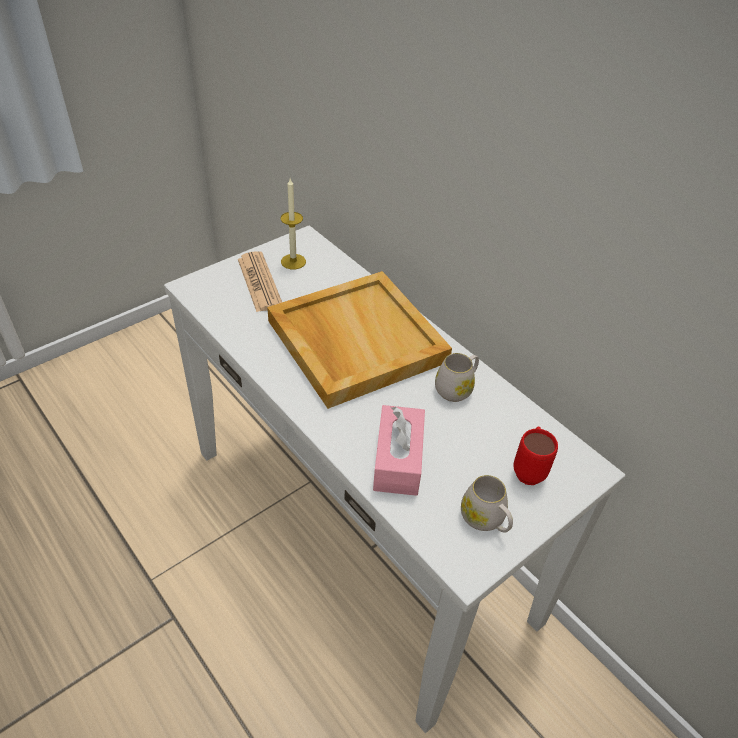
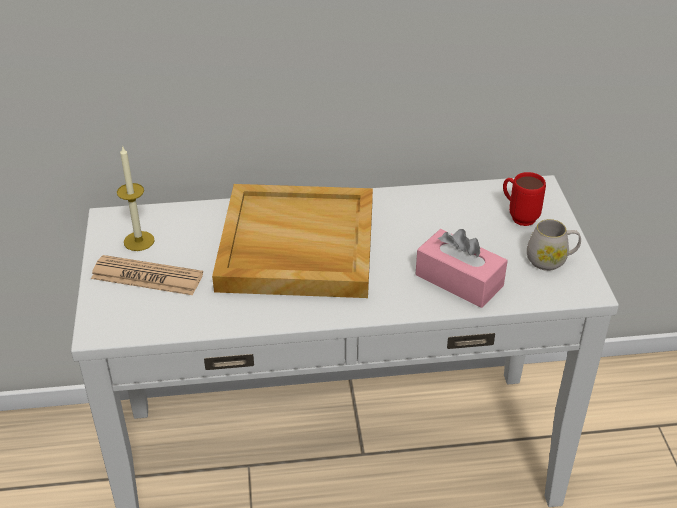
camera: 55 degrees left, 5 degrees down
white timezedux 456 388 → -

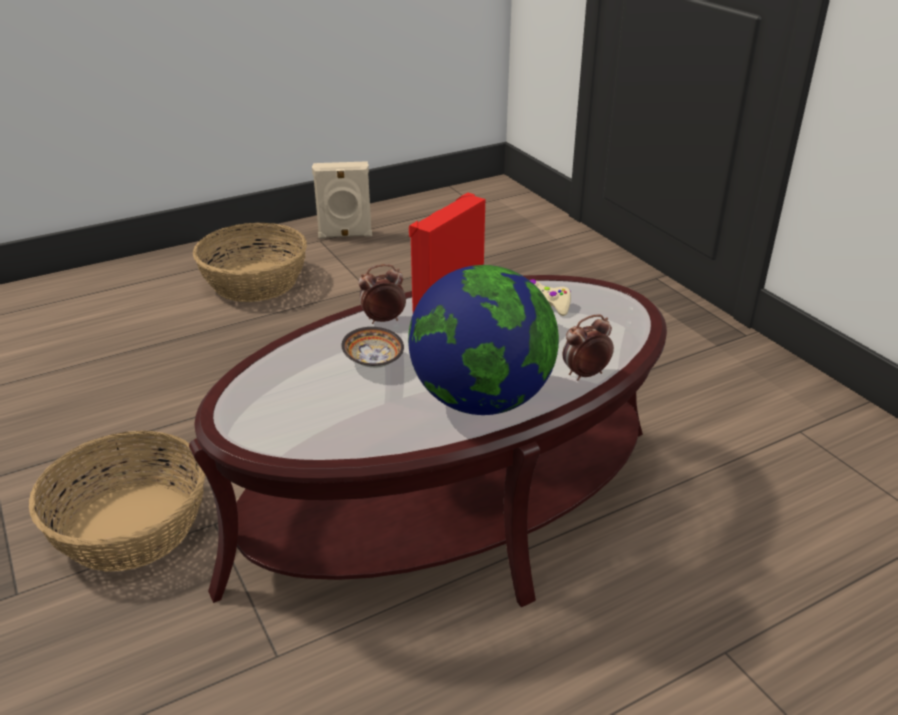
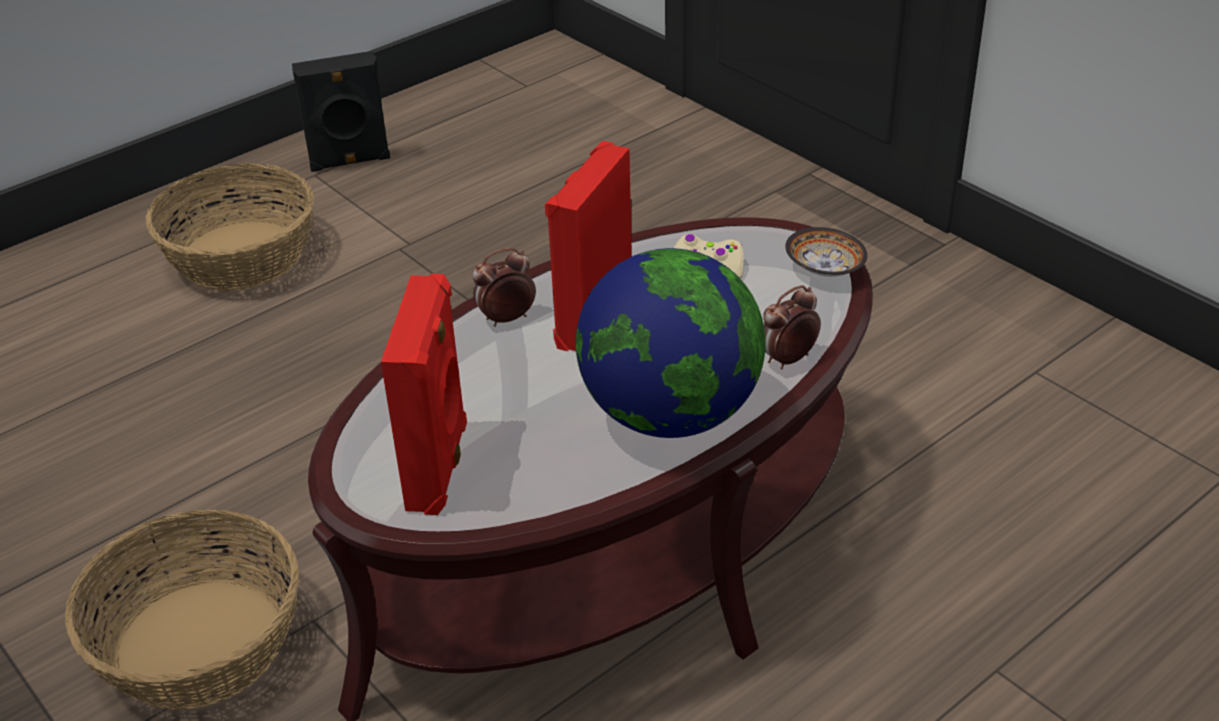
camera: 10 degrees left, 5 degrees up
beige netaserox 345 235 → black netaserox 350 162
- → red netaserox 440 466
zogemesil 373 362 → zogemesil 824 270, move

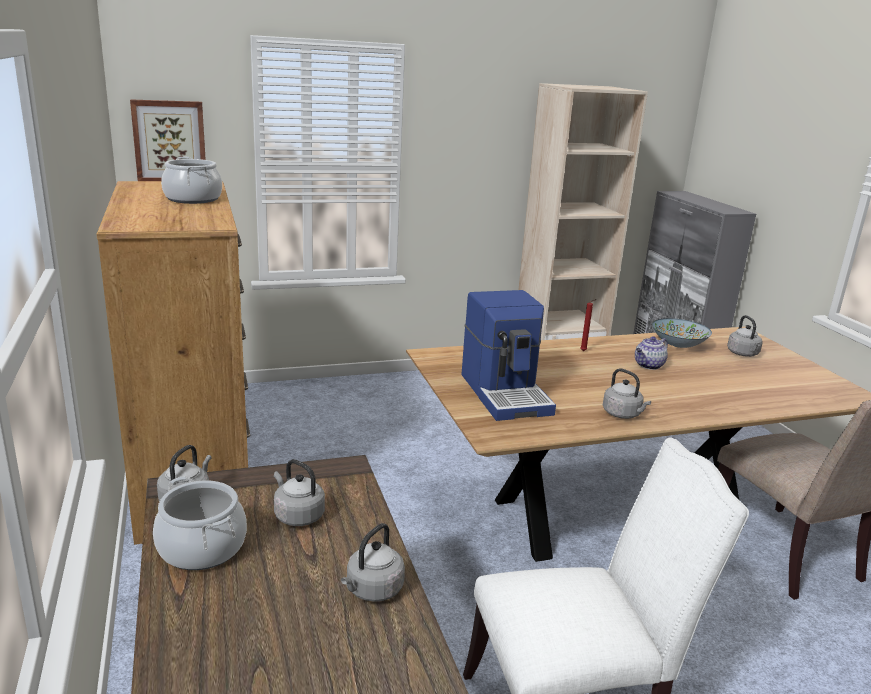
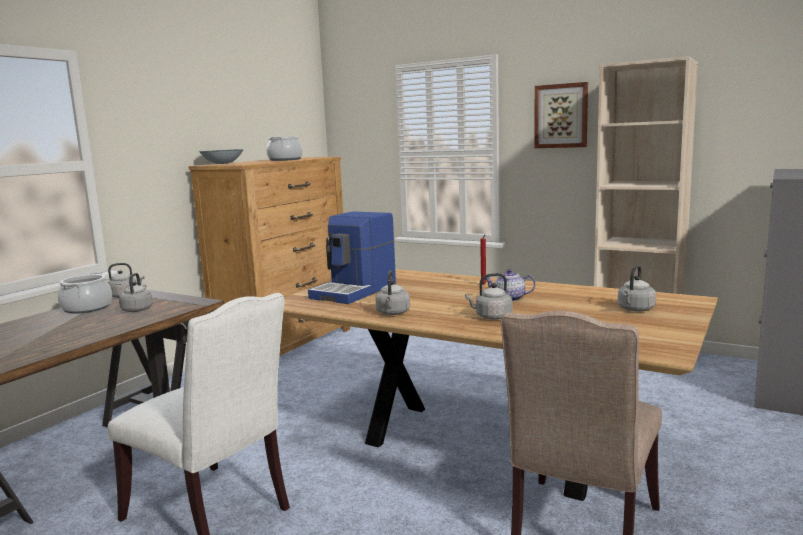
camera: 50 degrees right, 10 degrees down
zogemesil 678 345 → zogemesil 222 163, move
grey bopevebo 372 590 → grey bopevebo 491 317, move
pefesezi 169 141 → pefesezi 561 116, move

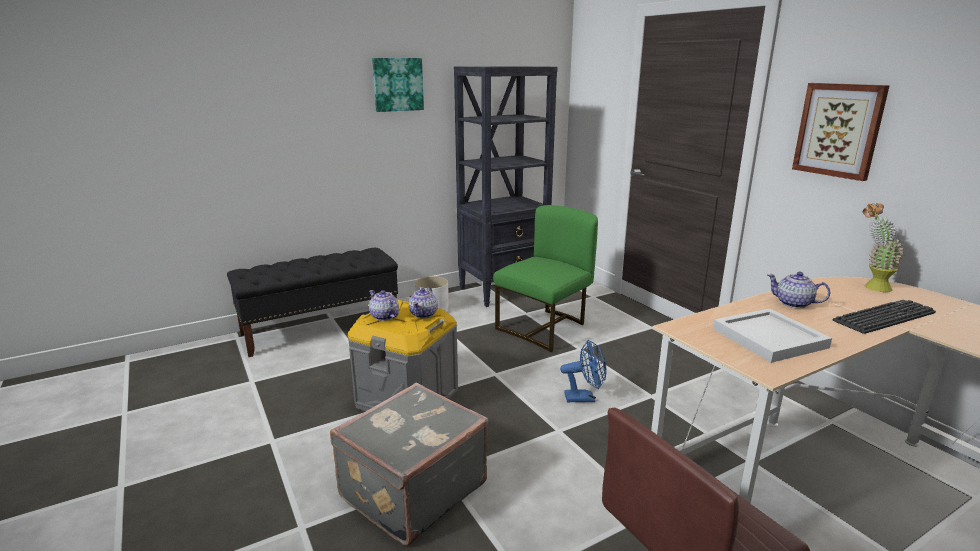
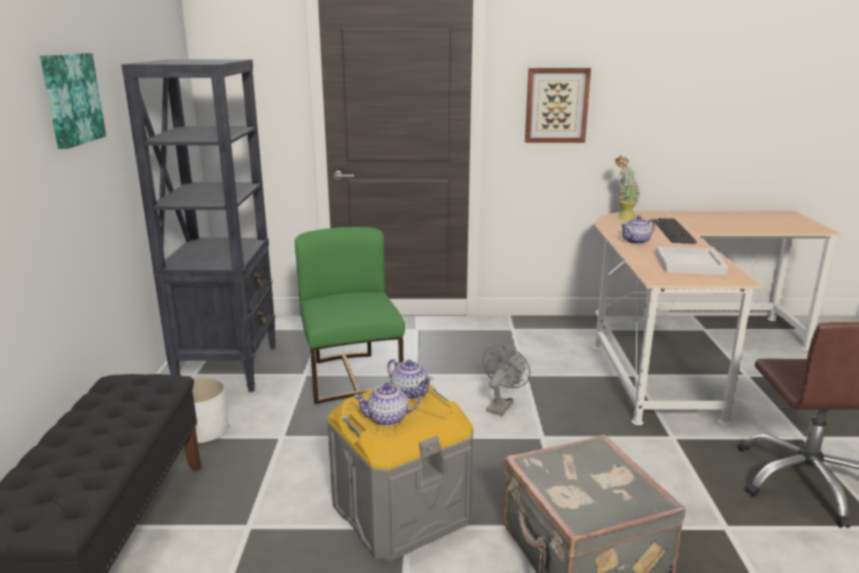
camera: 60 degrees left, 0 degrees up
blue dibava 584 397 → grey dibava 501 405

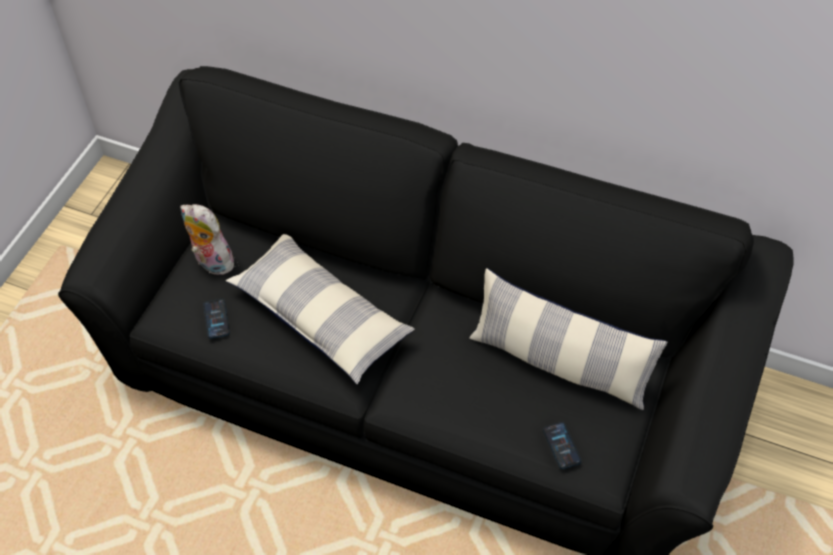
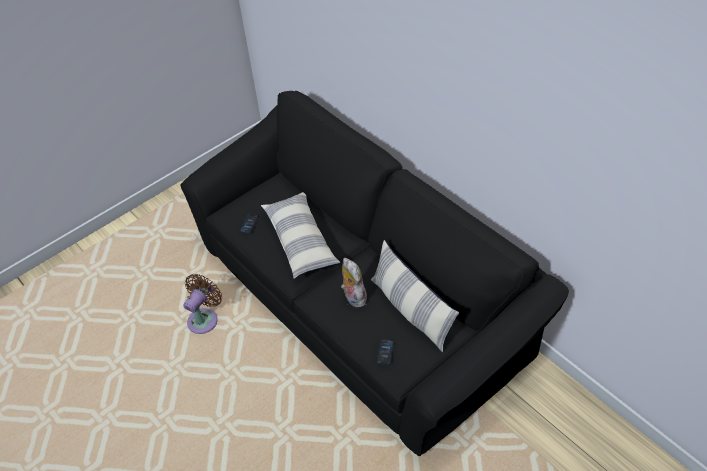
camera: 30 degrees right, 5 degrees down
- → brown dibava 205 318
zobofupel 211 262 → zobofupel 353 297, move

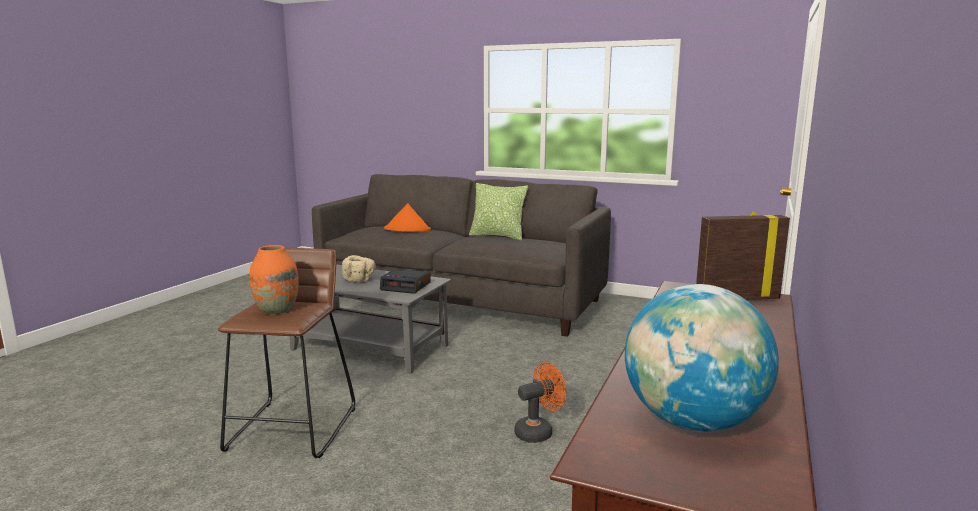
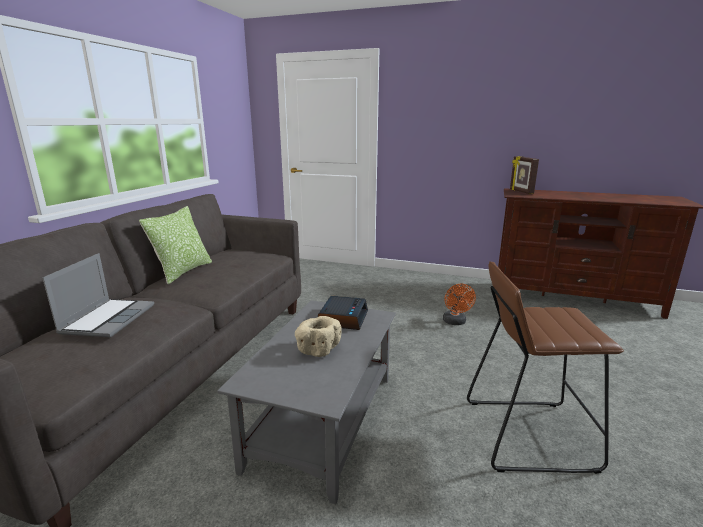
camera: 95 degrees left, 5 degrees up
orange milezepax 407 229 → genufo 108 319
orange dibava 538 432 → orange dibava 455 322, 150 degrees counterclockwise
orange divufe 276 310 → -
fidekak 692 422 → -

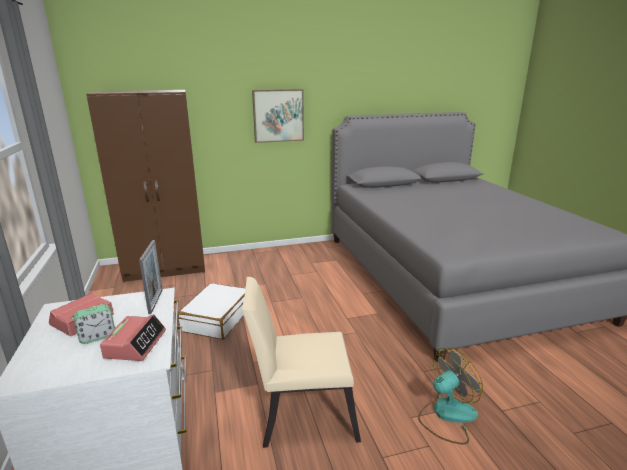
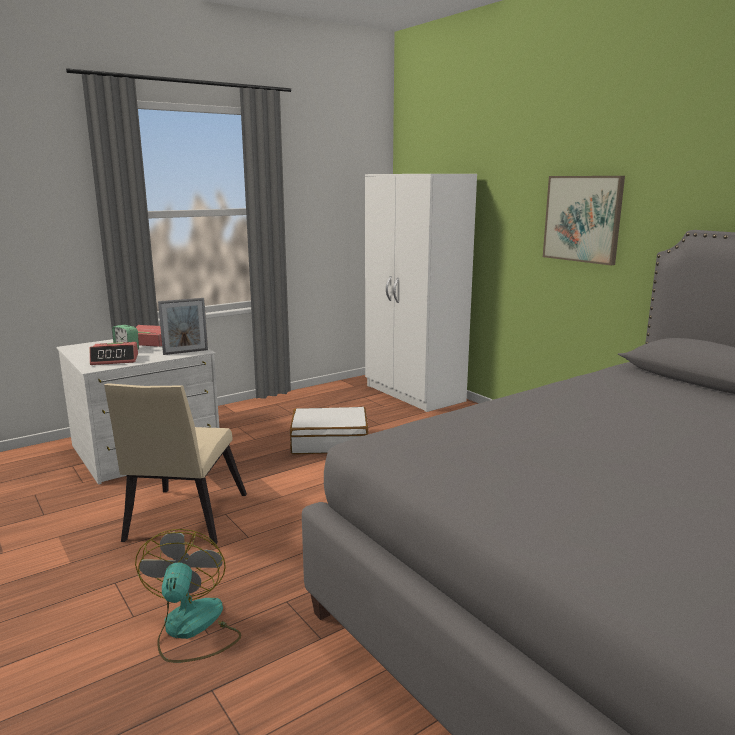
camera: 70 degrees right, 5 degrees down
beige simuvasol 301 411 → beige simuvasol 182 521, 150 degrees counterclockwise
dibava 447 415 → dibava 191 629, 135 degrees counterclockwise
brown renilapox 166 268 → white renilapox 414 394

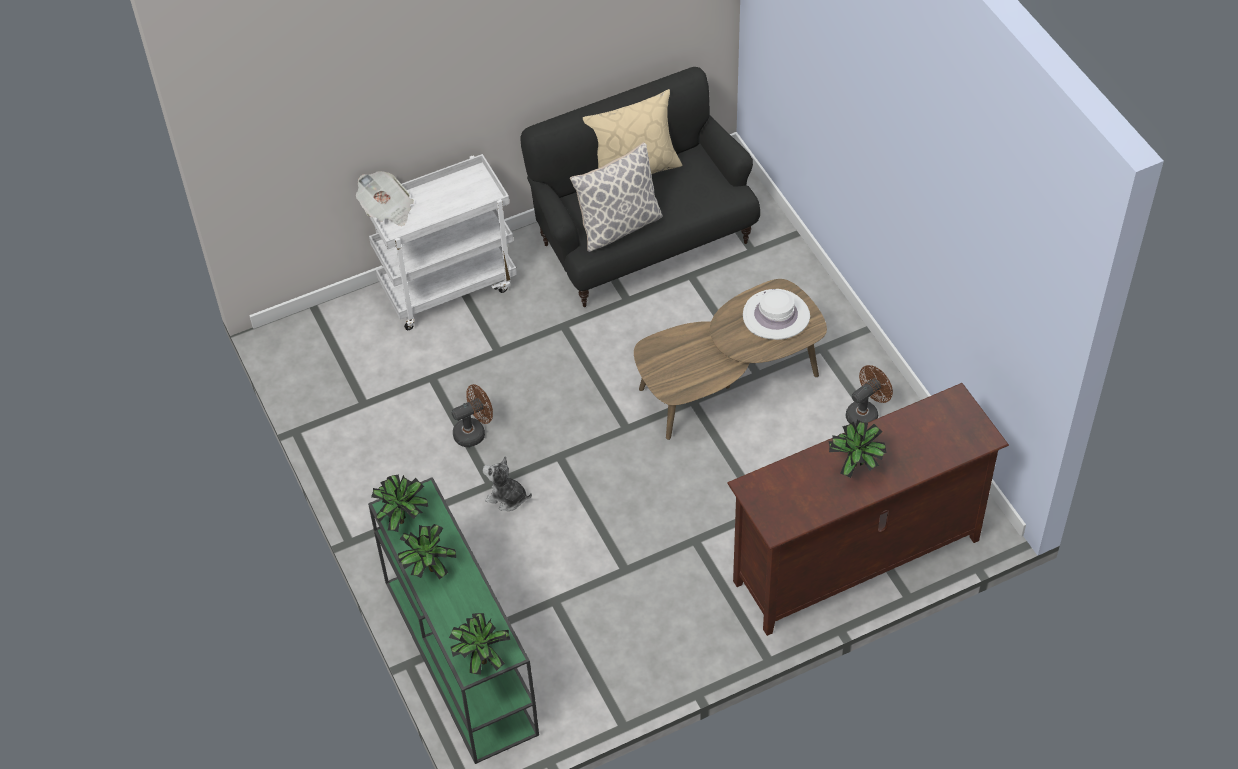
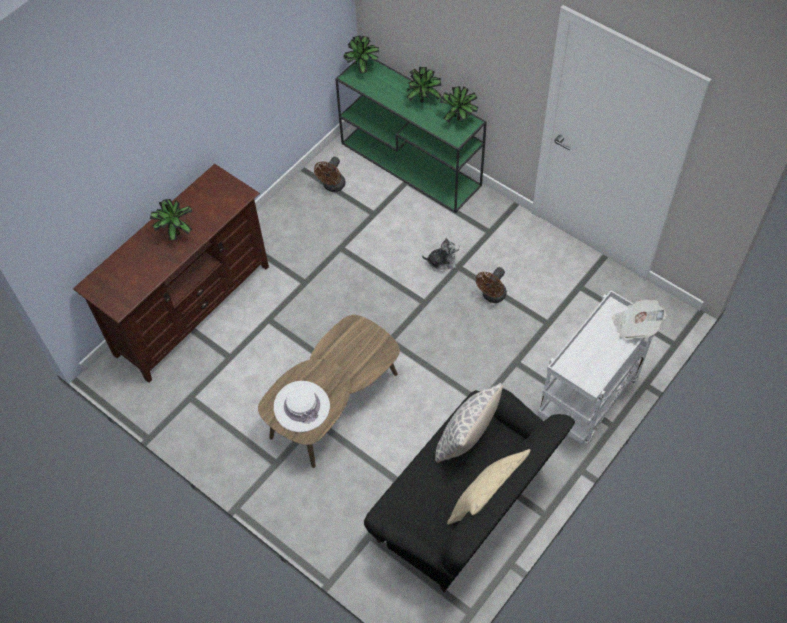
camera: 155 degrees right, 5 degrees up
brown dibava 865 413 → brown dibava 332 187, move

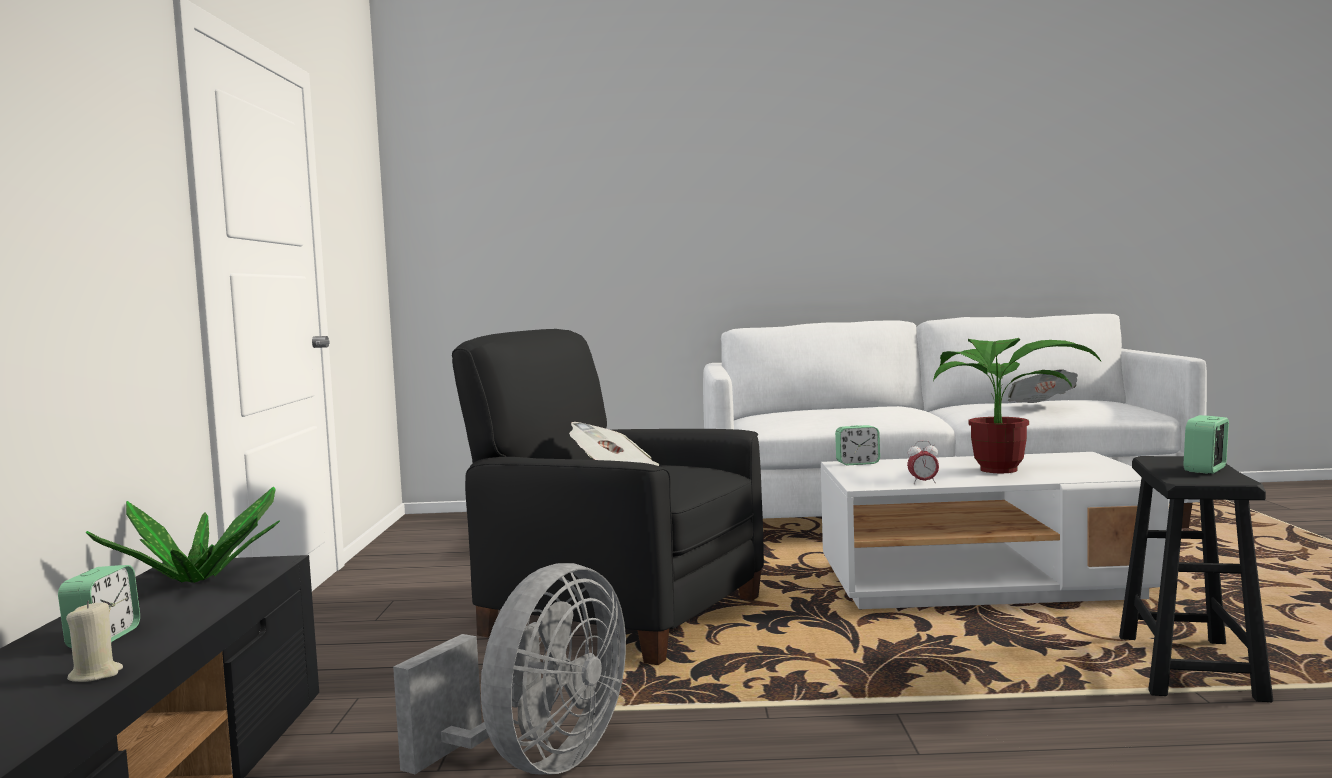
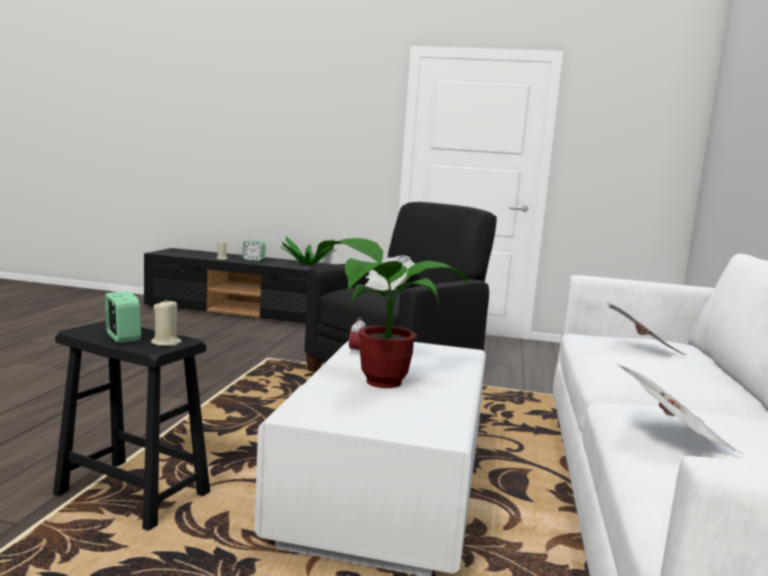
camera: 100 degrees right, 5 degrees up
- → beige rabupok 166 343
- → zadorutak 643 350
grey dibava 537 762 → -
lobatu 857 463 → -

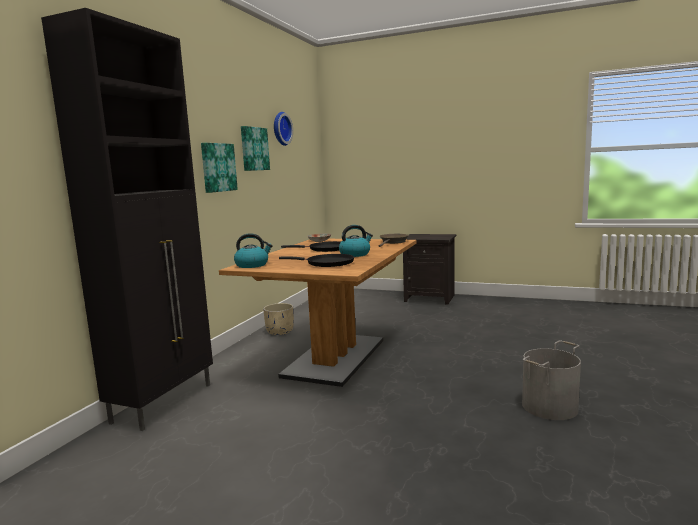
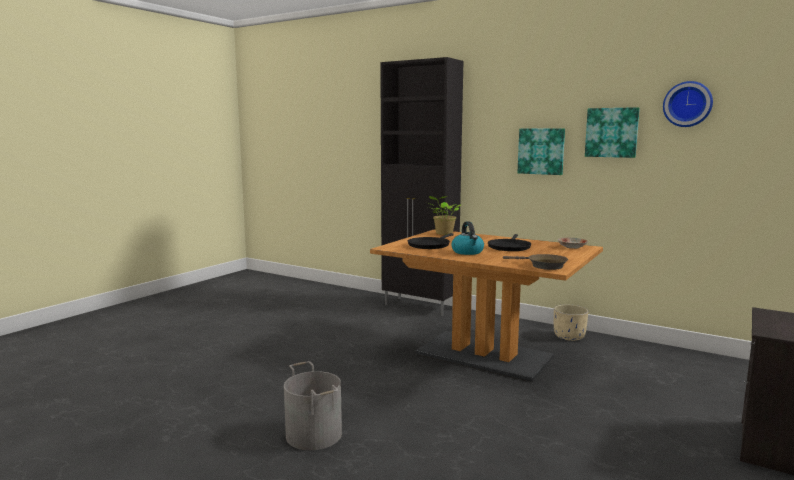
camera: 100 degrees right, 0 degrees up
bopevebo 252 265 → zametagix 443 233

